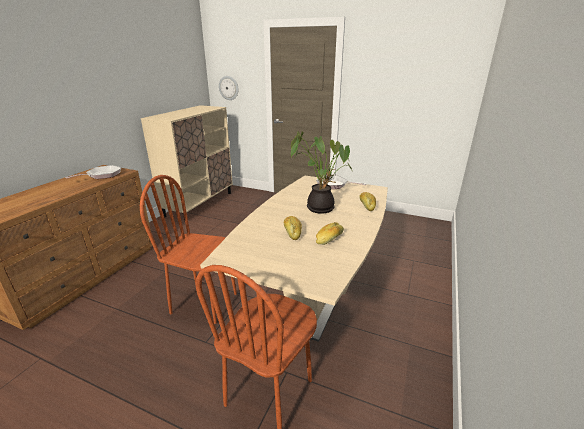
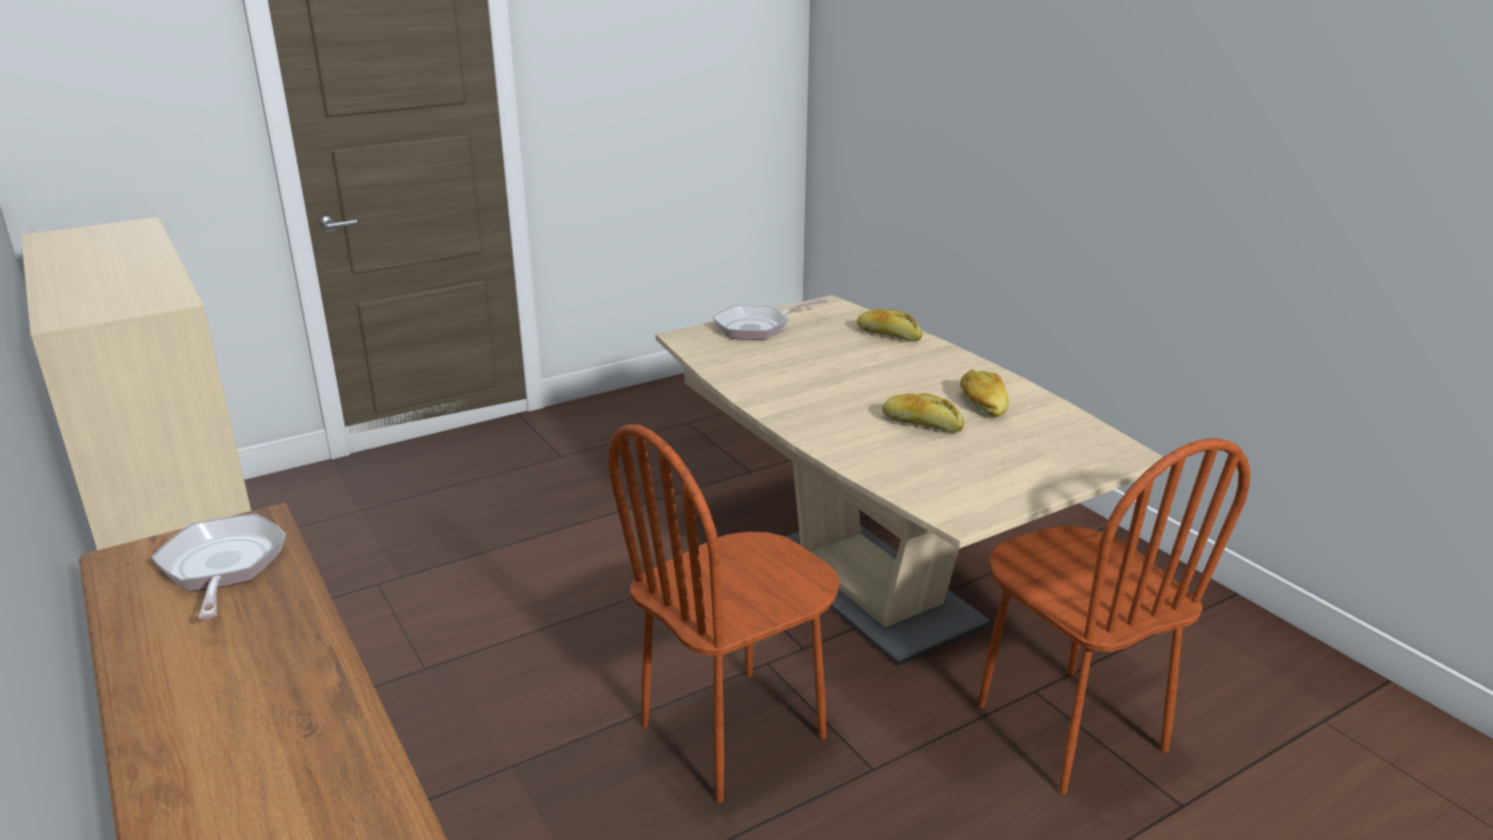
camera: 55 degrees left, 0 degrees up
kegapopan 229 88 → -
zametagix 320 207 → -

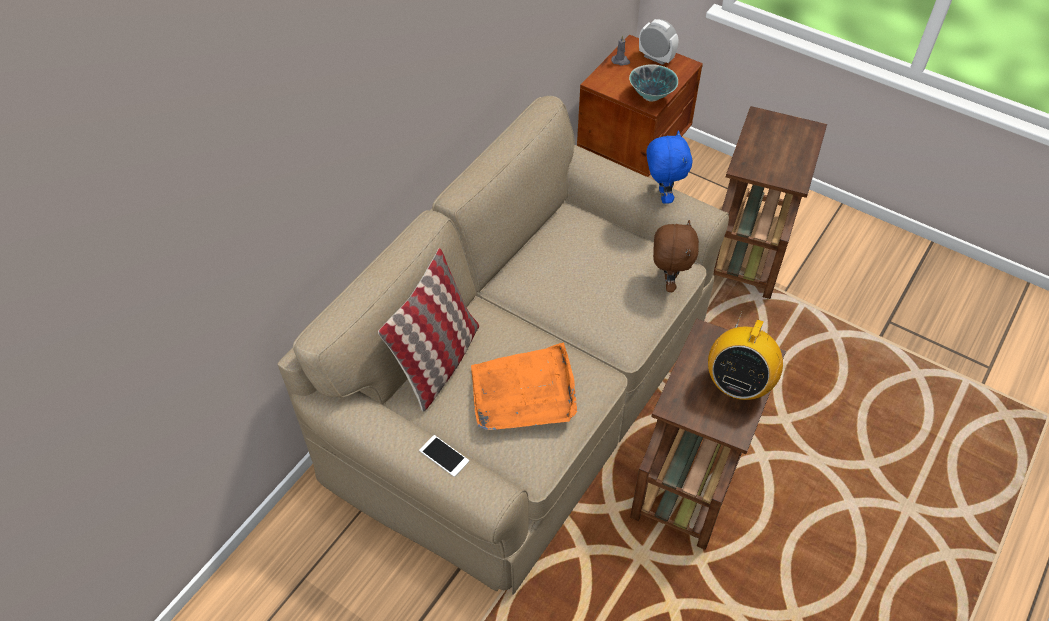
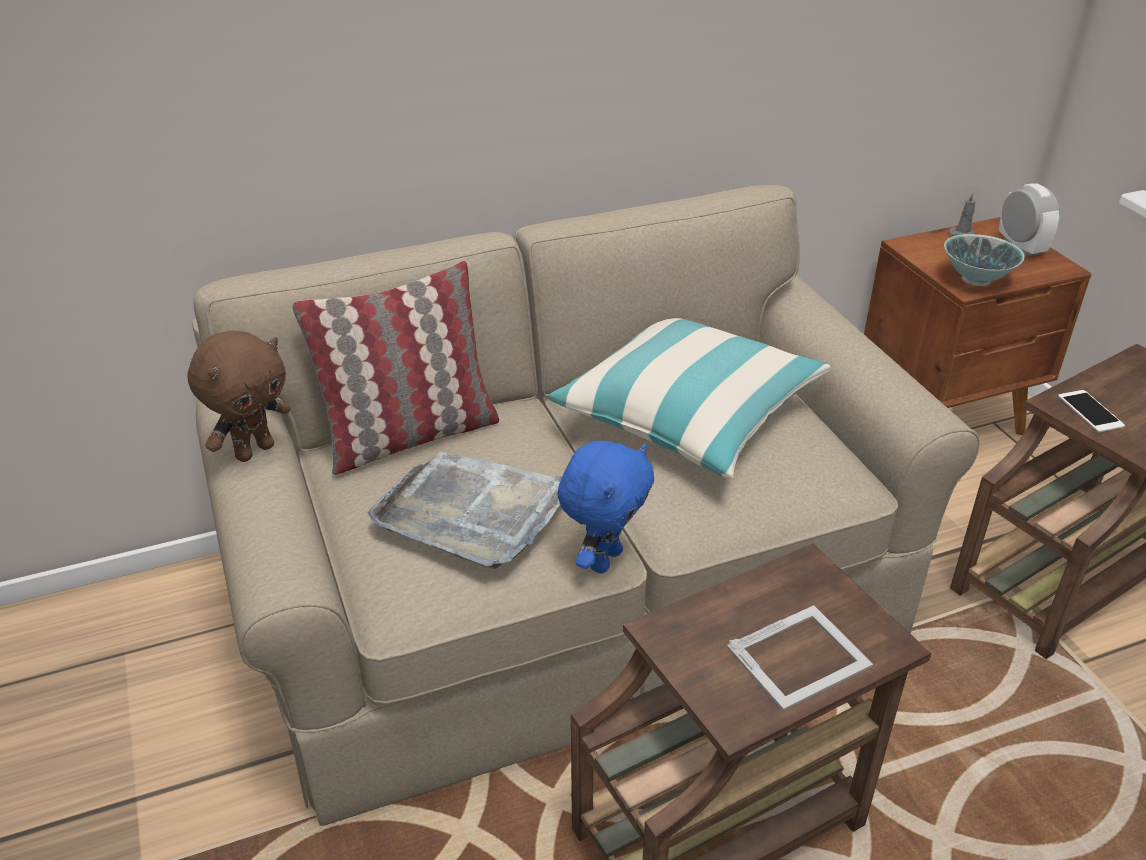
camera: 35 degrees right, 15 degrees down
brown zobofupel 668 282 → brown zobofupel 254 450, move
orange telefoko 524 392 → grey telefoko 473 512
- → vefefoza 688 412
blue zobofupel 662 196 → blue zobofupel 604 559, move
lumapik 738 384 → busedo 801 656
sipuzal 444 456 → sipuzal 1090 411, move

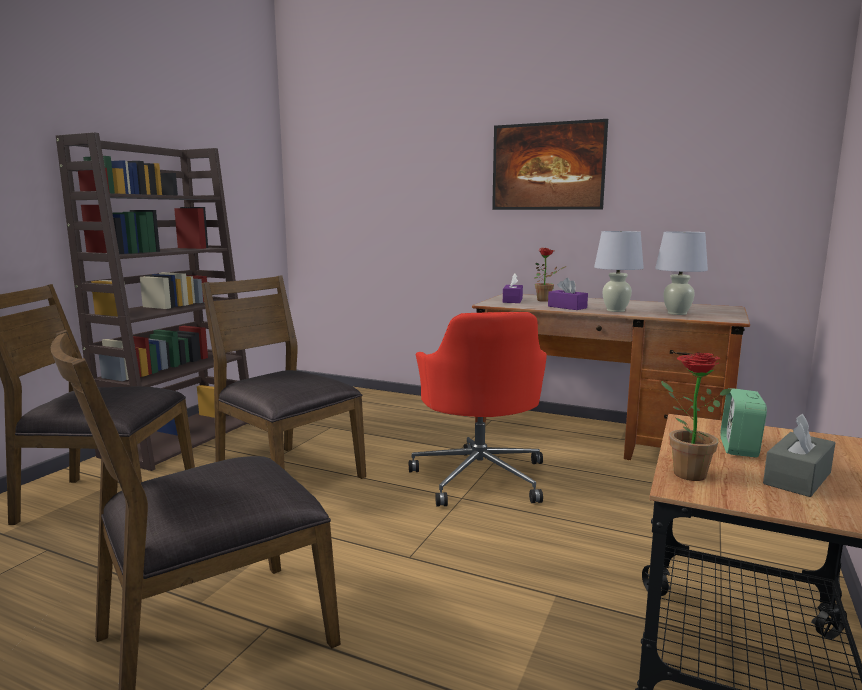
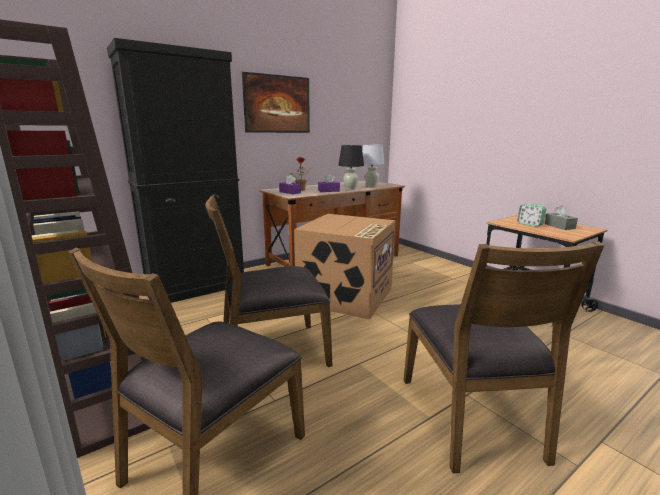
camera: 60 degrees left, 5 degrees up
- → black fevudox 196 287
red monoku 480 476 → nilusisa 346 296
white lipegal 615 310 → black lipegal 350 189
zametagix 683 472 → -

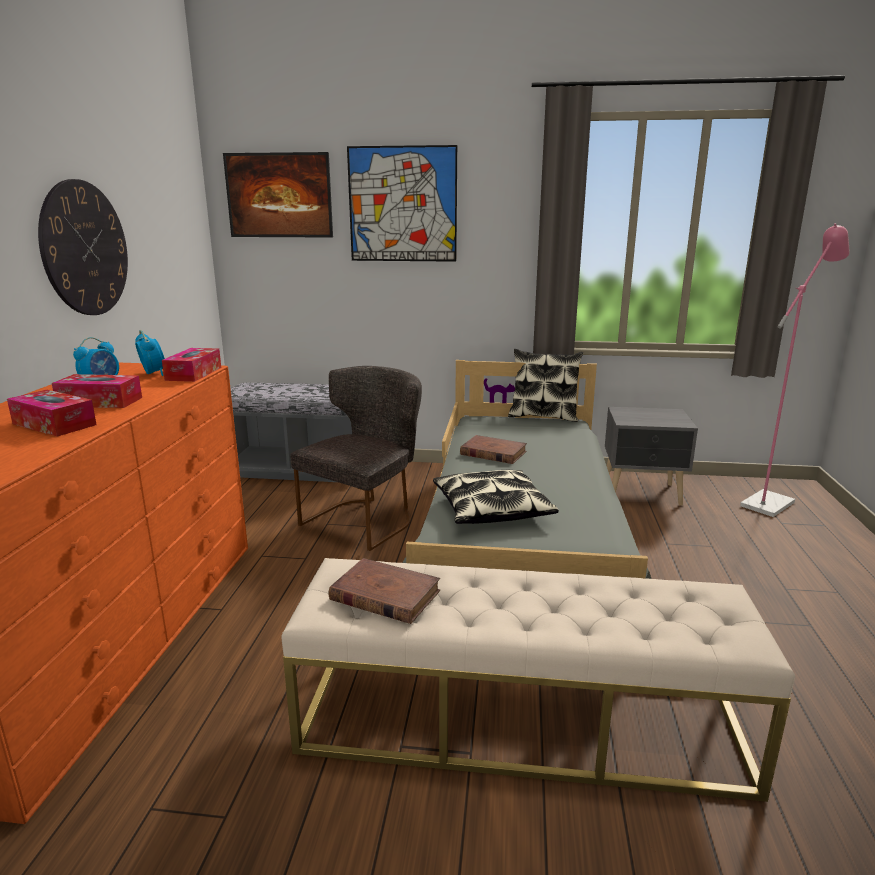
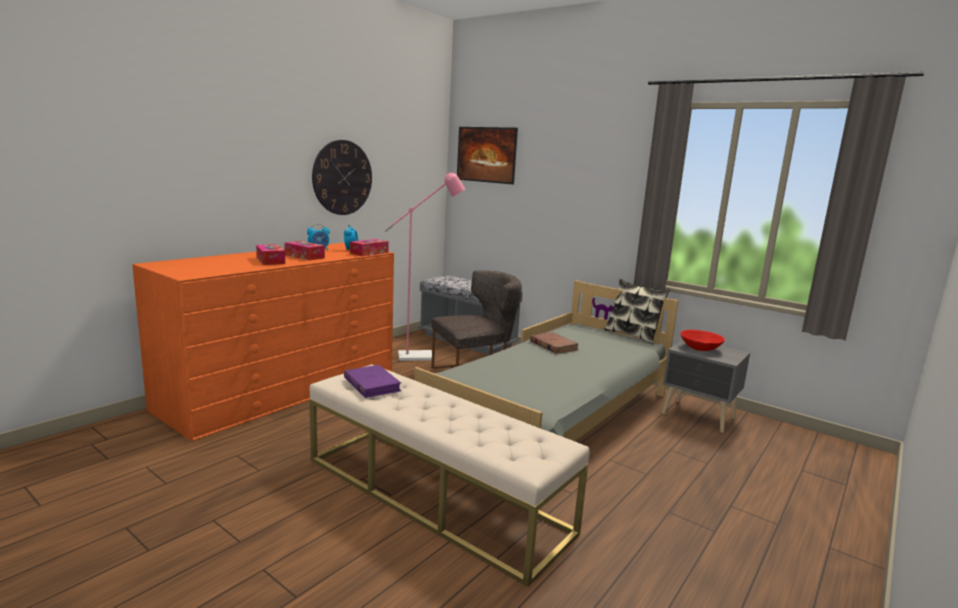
camera: 30 degrees right, 5 degrees down
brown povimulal 384 595 → purple povimulal 372 384
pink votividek 771 501 → pink votividek 422 356, move
- → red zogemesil 700 349
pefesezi 402 204 → -
vefefoza 491 509 → -

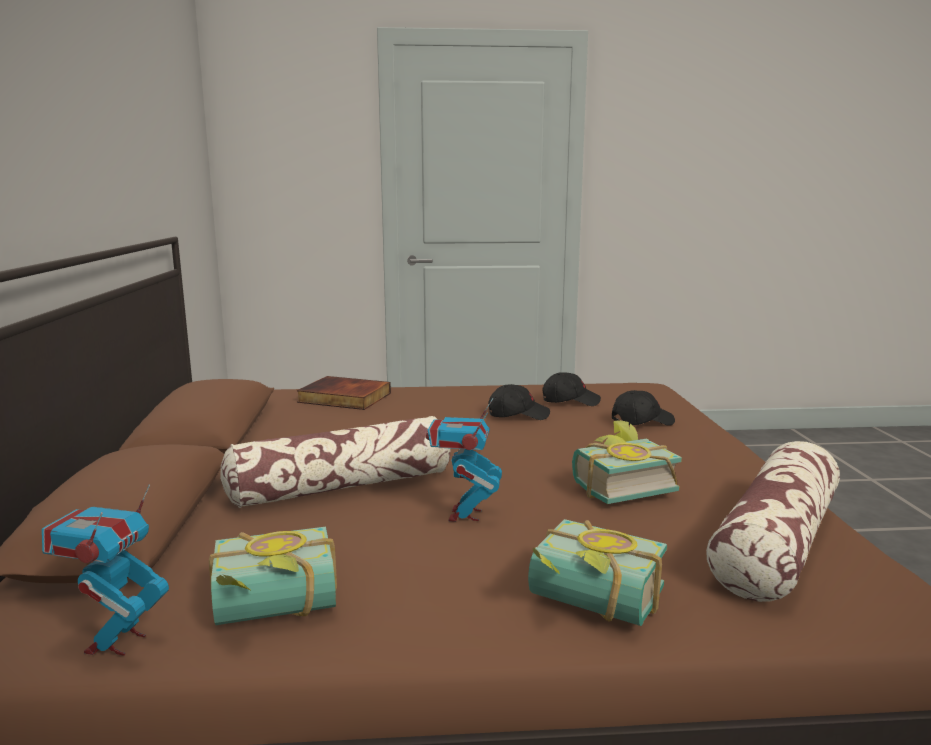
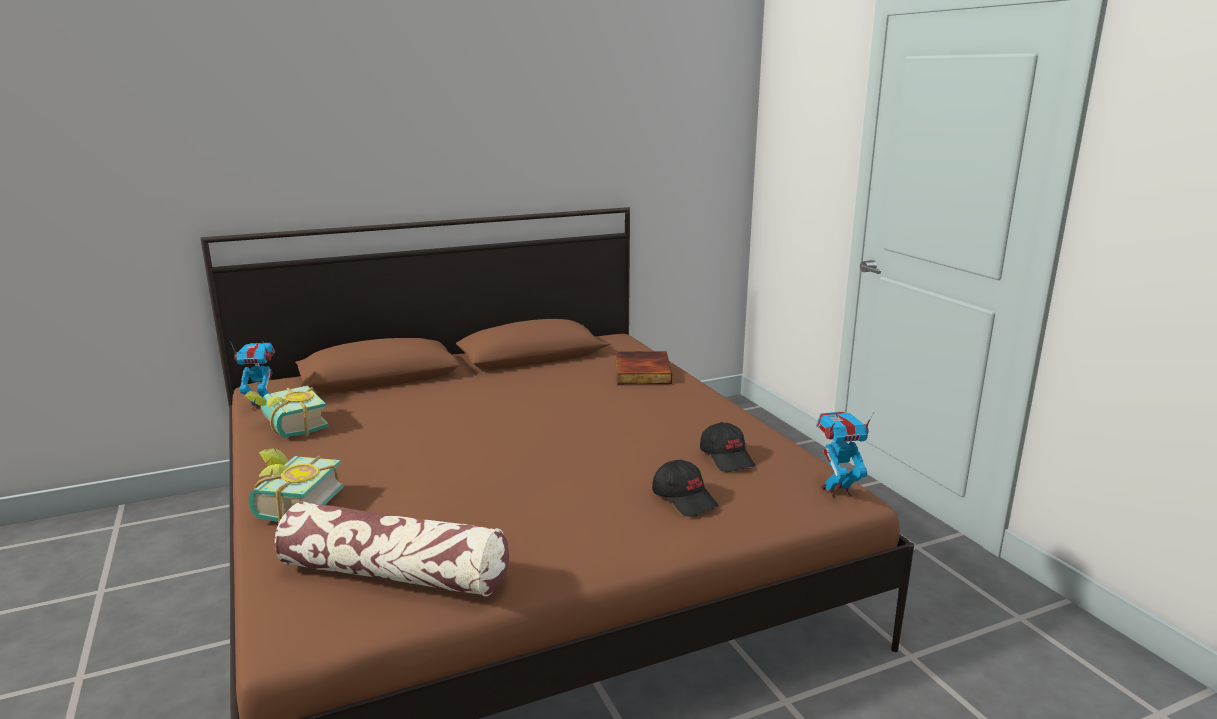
camera: 70 degrees right, 5 degrees up
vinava 464 514 → vinava 836 491, move
vefefoza 343 486 → -
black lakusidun 518 415 → -
povimulal 618 486 → -

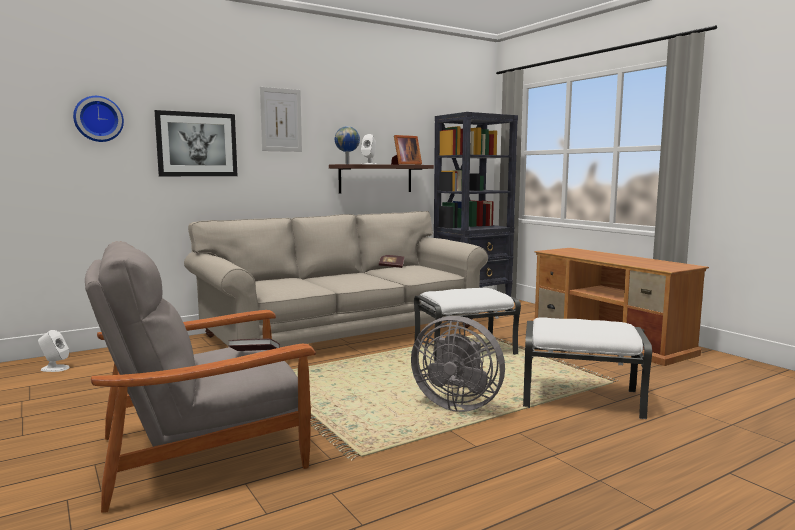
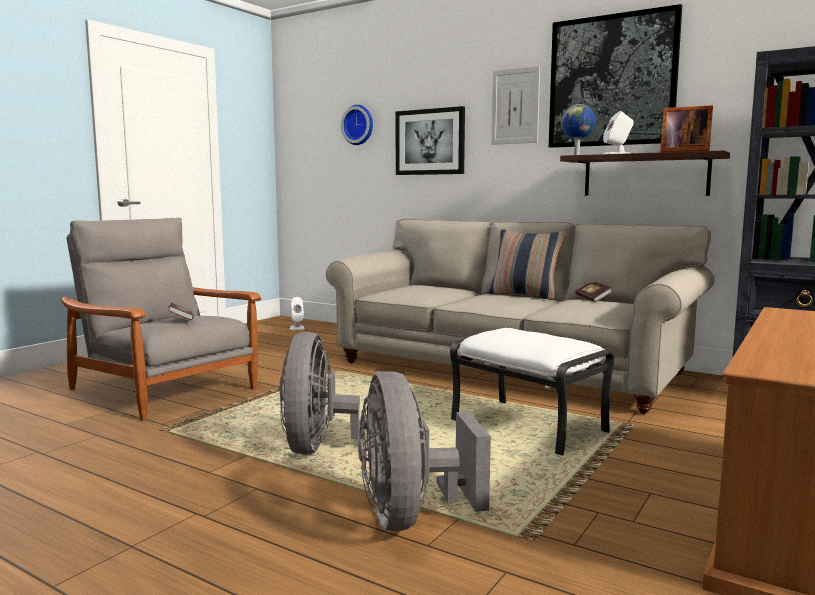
camera: 65 degrees right, 0 degrees up
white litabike 582 399 → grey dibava 410 517
- → vefefoza 525 295
- → pefesezi 612 81

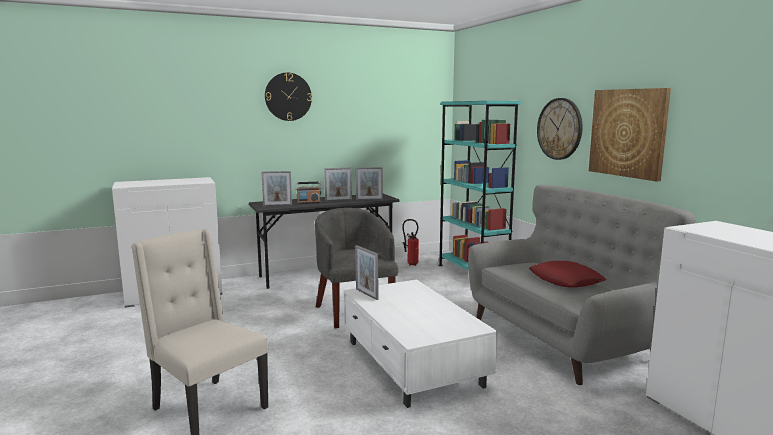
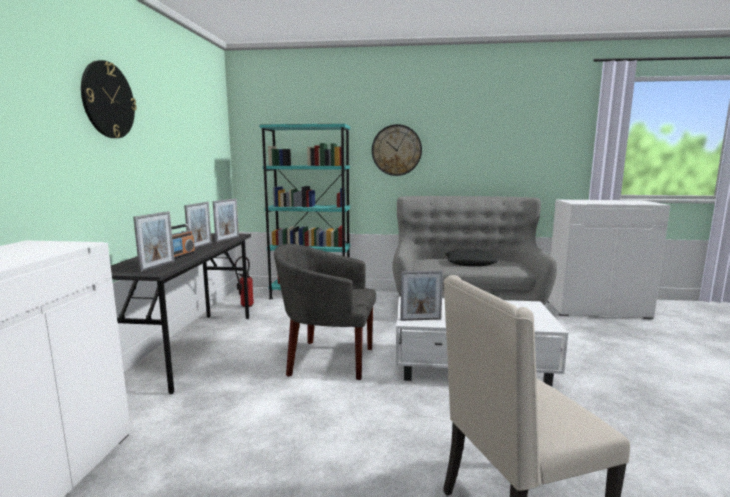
camera: 60 degrees left, 0 degrees up
red vefefoza 565 280 → black vefefoza 470 263
pefesezi 628 133 → -

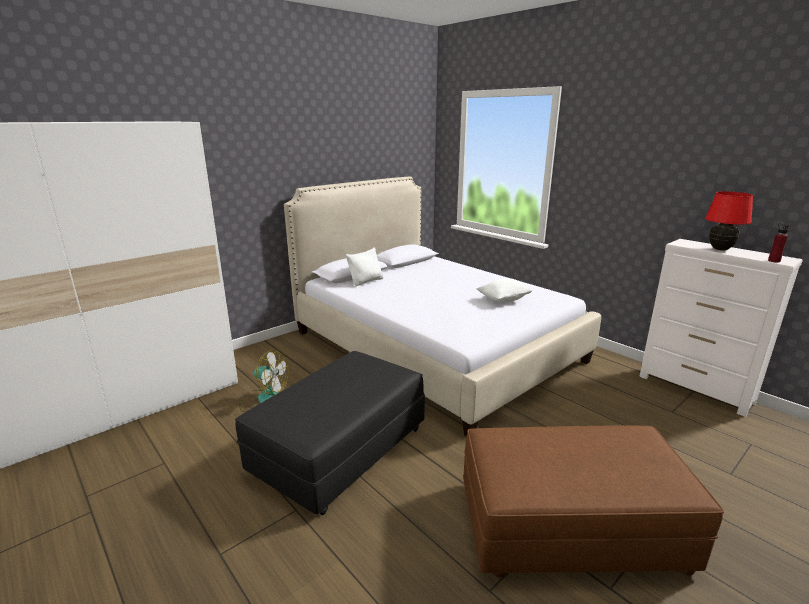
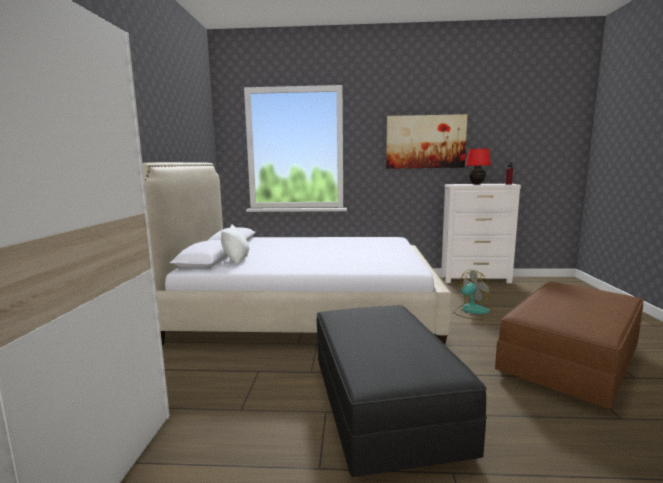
camera: 45 degrees left, 10 degrees down
- → pefesezi 425 142
dibava 264 399 → dibava 470 311, move
white vefefoza 503 300 → -

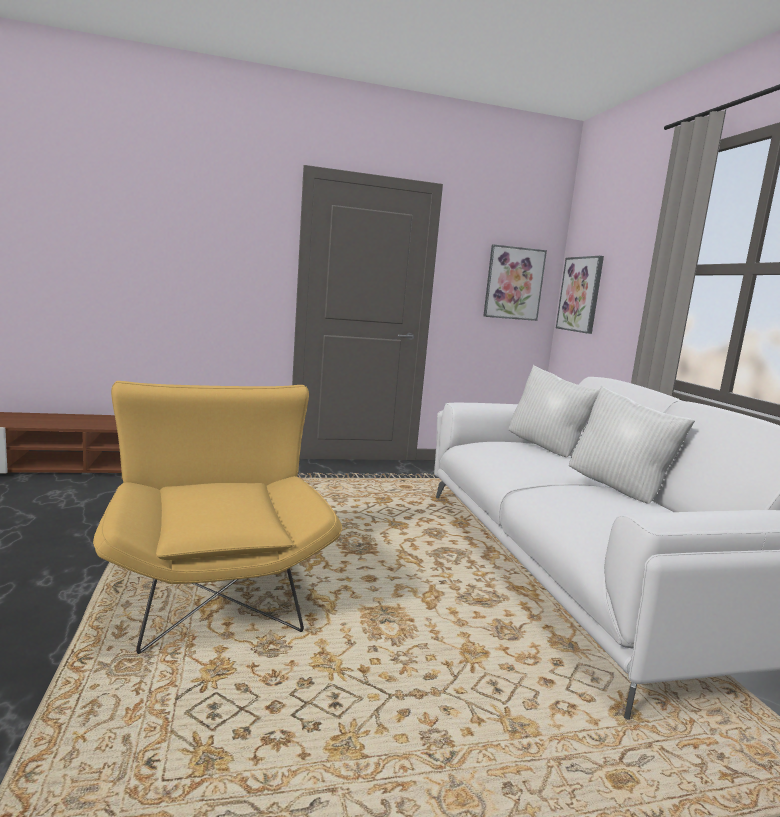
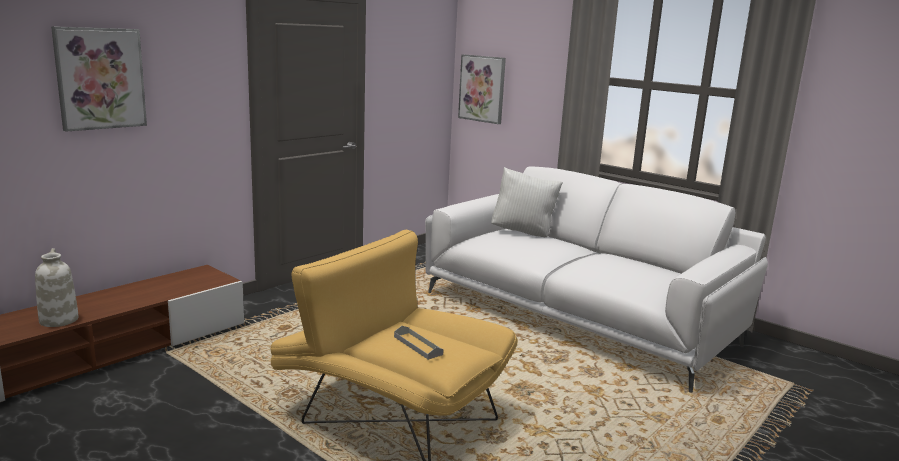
camera: 35 degrees left, 5 degrees up
- → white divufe 58 320
pefesezi 513 283 → pefesezi 100 78, move
- → grey telefoko 418 345
white vefefoza 619 490 → -

